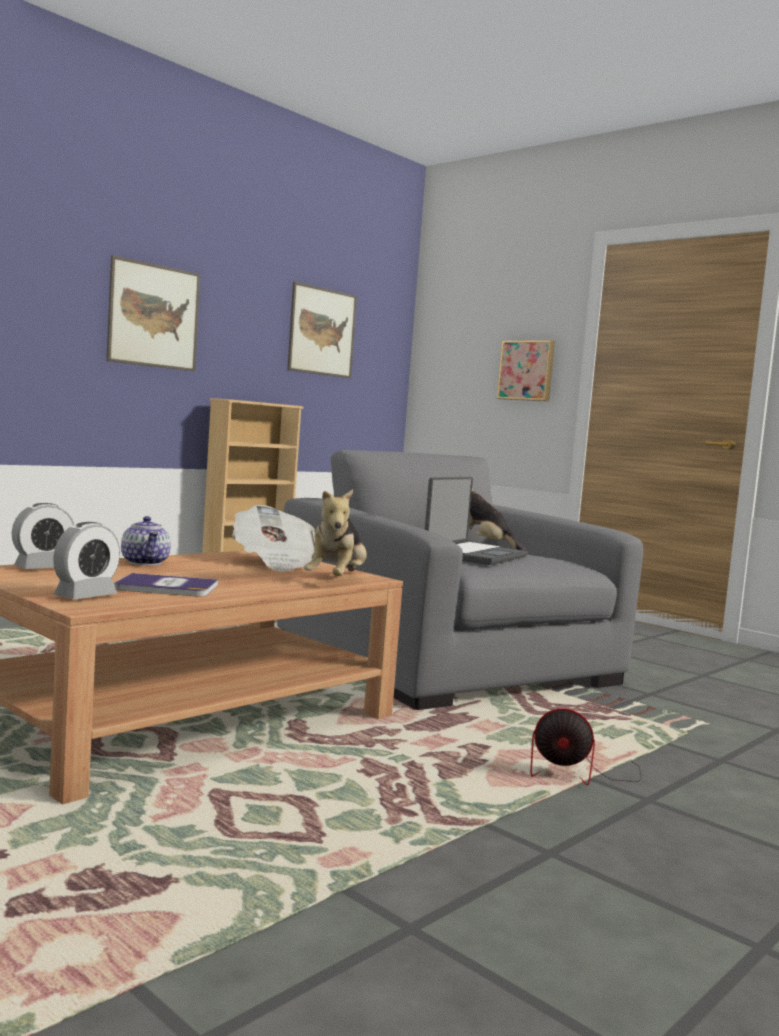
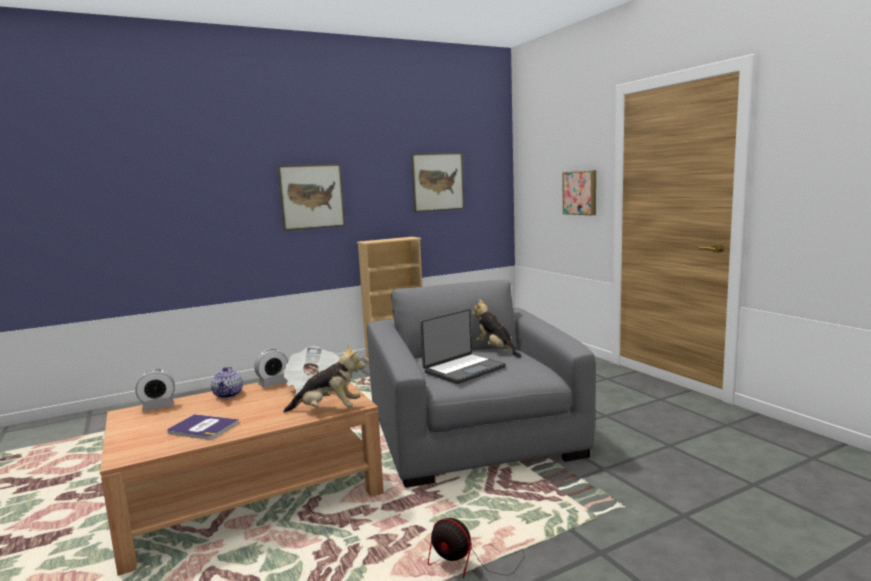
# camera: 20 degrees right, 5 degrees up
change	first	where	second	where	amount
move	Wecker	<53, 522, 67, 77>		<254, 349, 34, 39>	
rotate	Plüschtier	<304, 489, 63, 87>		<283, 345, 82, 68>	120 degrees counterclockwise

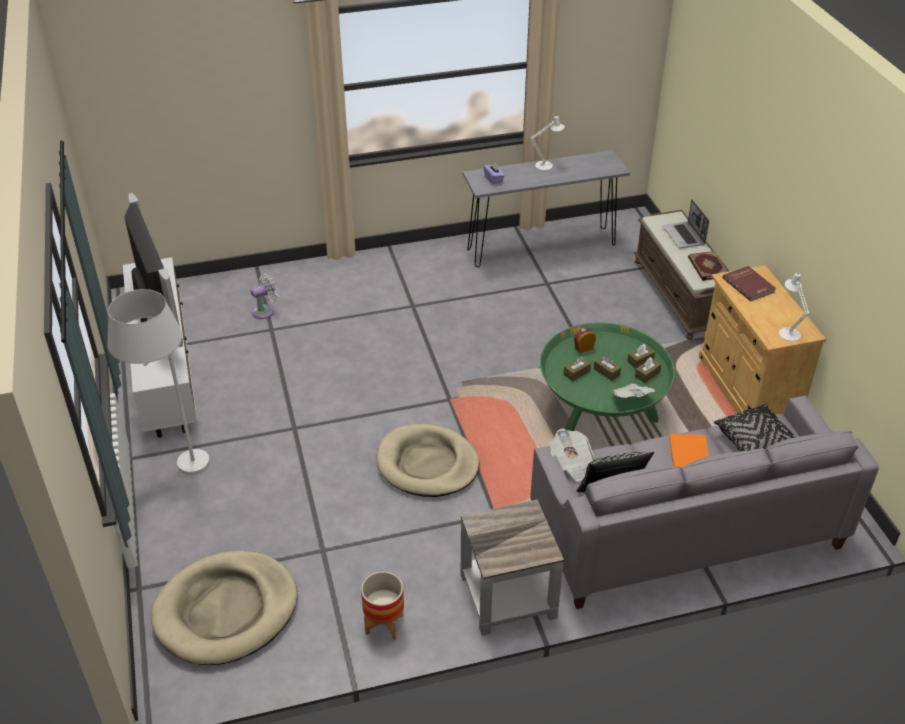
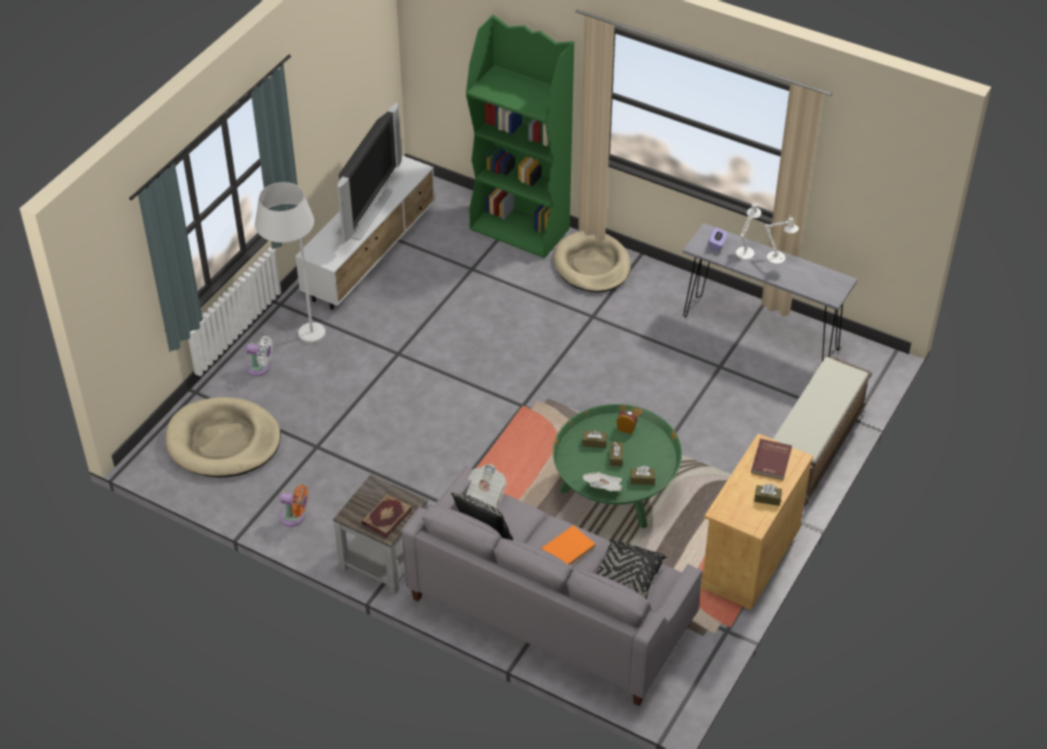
# camera: 45 degrees right, 5 degrees up
change	first	where	second	where	amount
move	Ventilator/weiß	<251, 274, 27, 45>		<246, 336, 26, 40>	
replace	Pflanzkübel	<361, 572, 43, 68>	Ventilator/orange	<279, 484, 29, 43>	
move	Buch	<688, 251, 40, 30>		<361, 493, 51, 45>	
insert			Bücherregal/grün	<466, 15, 108, 243>	
move	Hundebett/beige	<376, 424, 103, 73>		<553, 231, 78, 62>	
move	Tischlampe/weiß	<779, 273, 30, 68>		<736, 203, 25, 56>	
move	Taschentuchbox/braun	<627, 344, 28, 25>		<754, 484, 28, 22>	
delete	Laptop	<663, 199, 46, 49>			

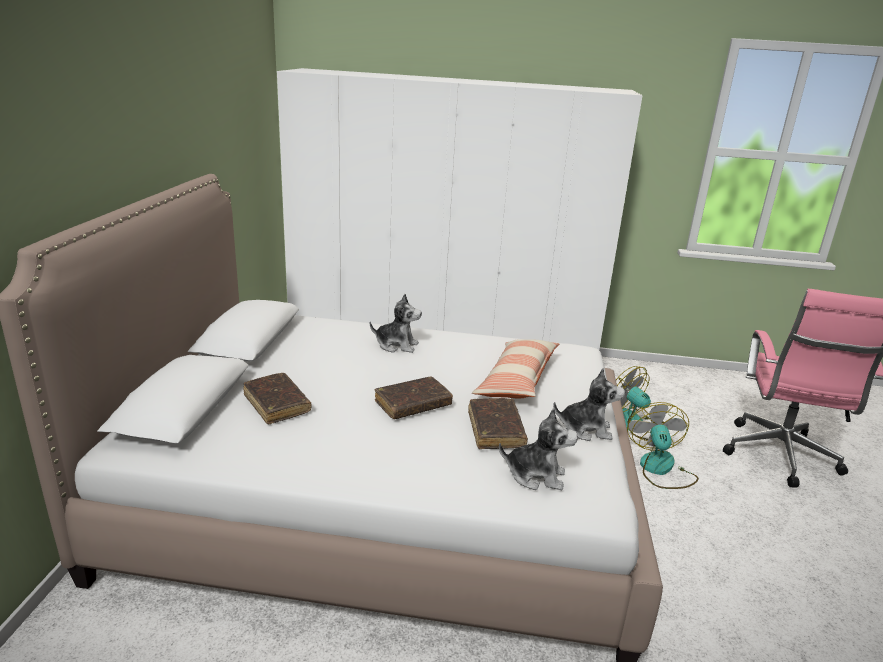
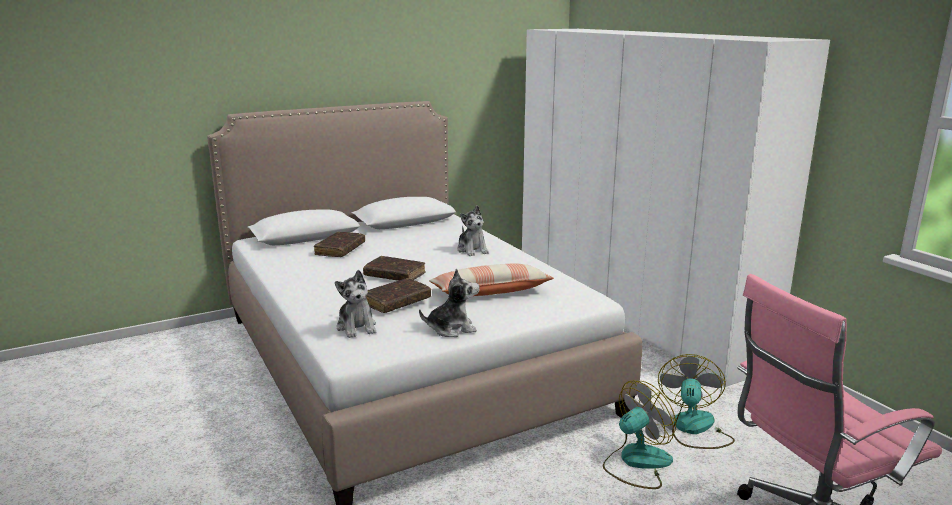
# camera: 55 degrees right, 5 degrees down
change	first	where	second	where	amount
rotate	Plüschtier	<553, 368, 72, 73>		<419, 269, 61, 68>	75 degrees counterclockwise

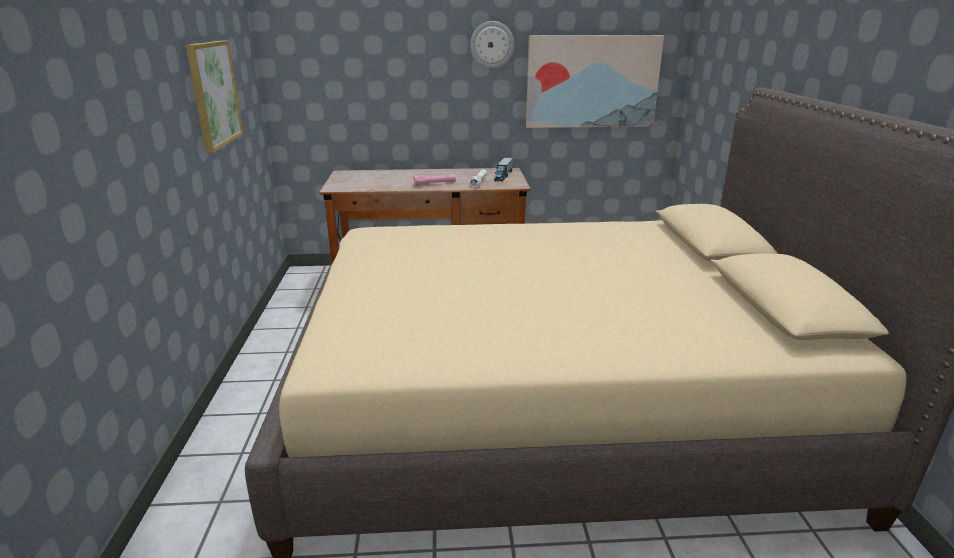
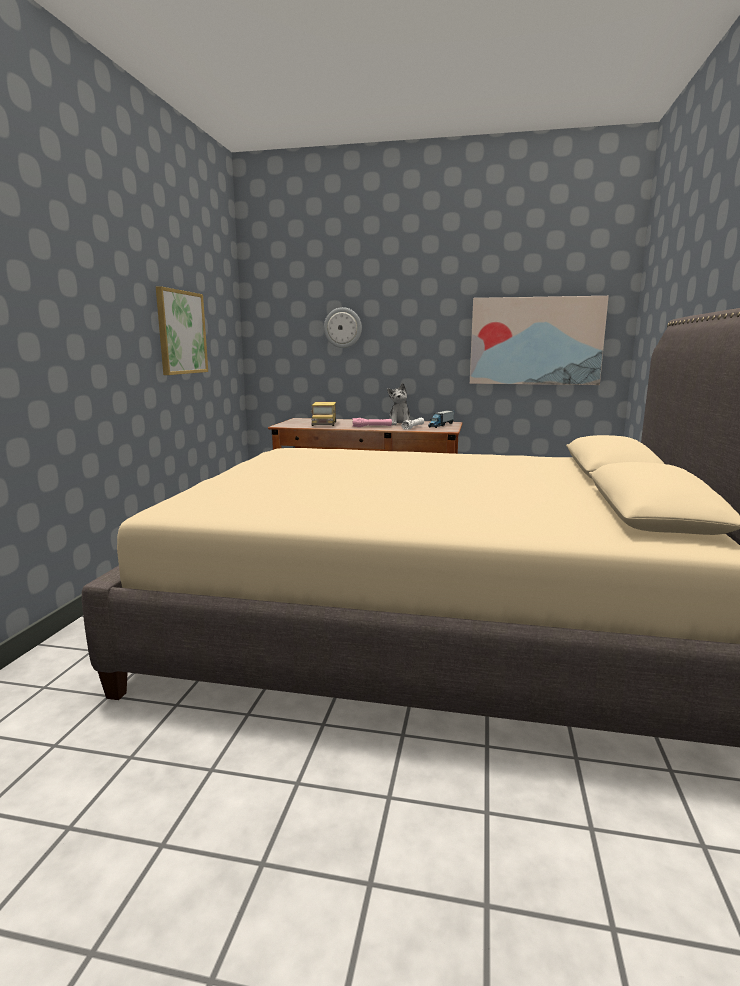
# camera: 15 degrees right, 10 degrees down
change	first	where	second	where	amount
insert			Spielzeuglaster	<311, 402, 25, 24>	
move	Wanduhr	<470, 21, 44, 48>		<324, 307, 38, 41>	
insert			Plüschtier	<387, 383, 23, 42>	

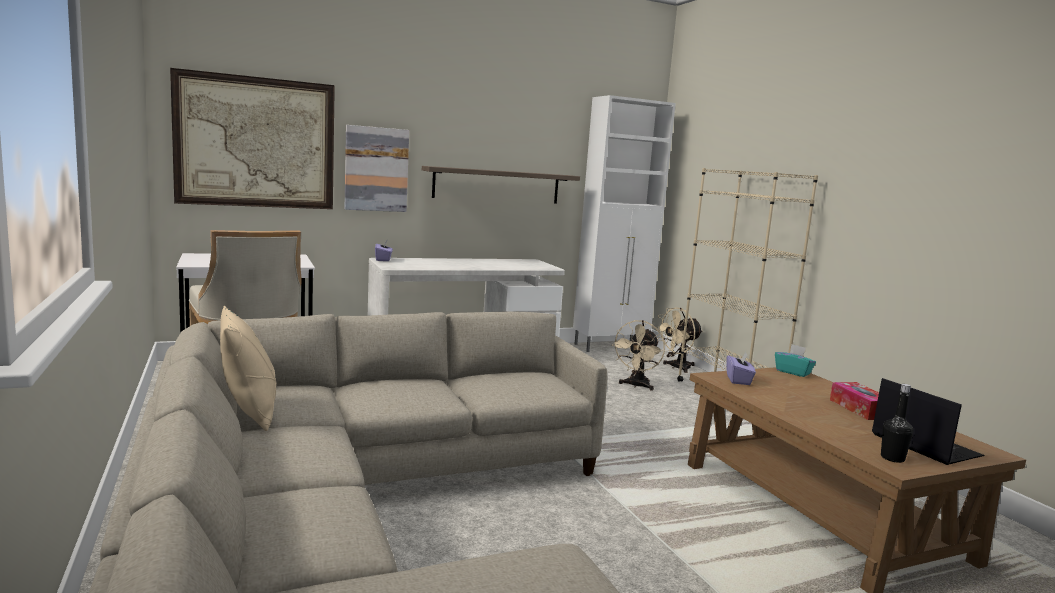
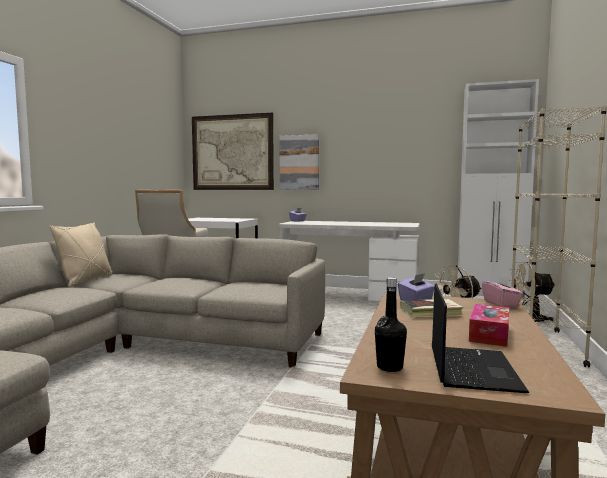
# camera: 40 degrees right, 5 degrees down
change	first	where	second	where	amount
insert			Buch	<401, 299, 62, 19>	
recolor	Taschentuchbox/türkis	<775, 344, 41, 33>	Taschentuchbox/rosa	<482, 274, 41, 33>	
delete	Wandregal	<422, 166, 158, 38>			

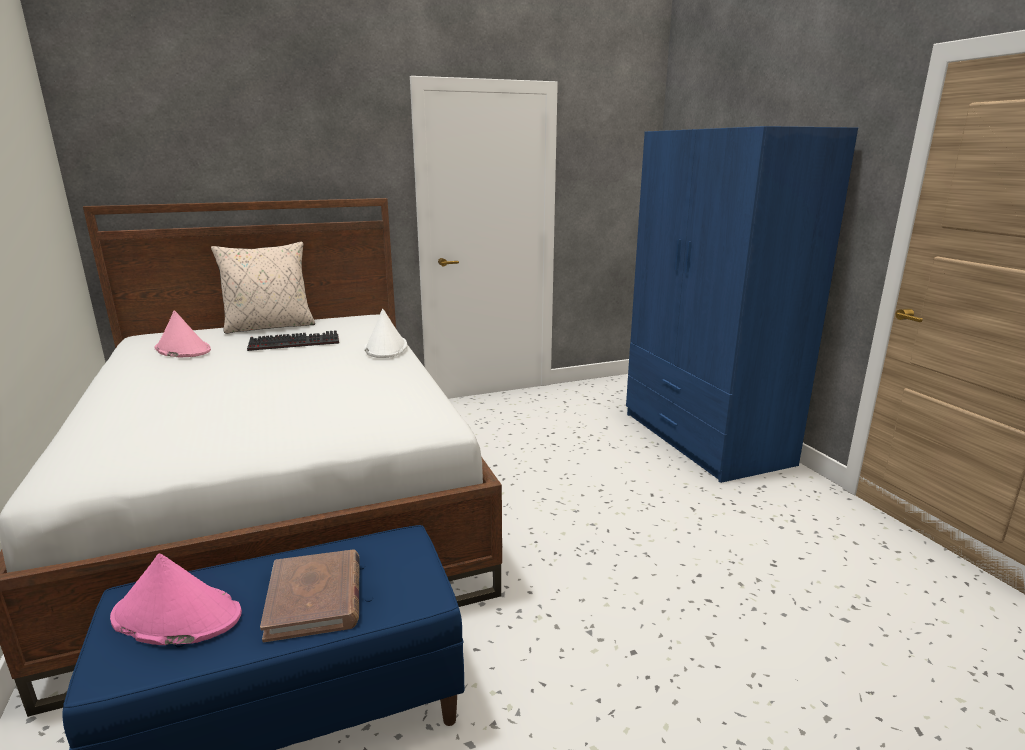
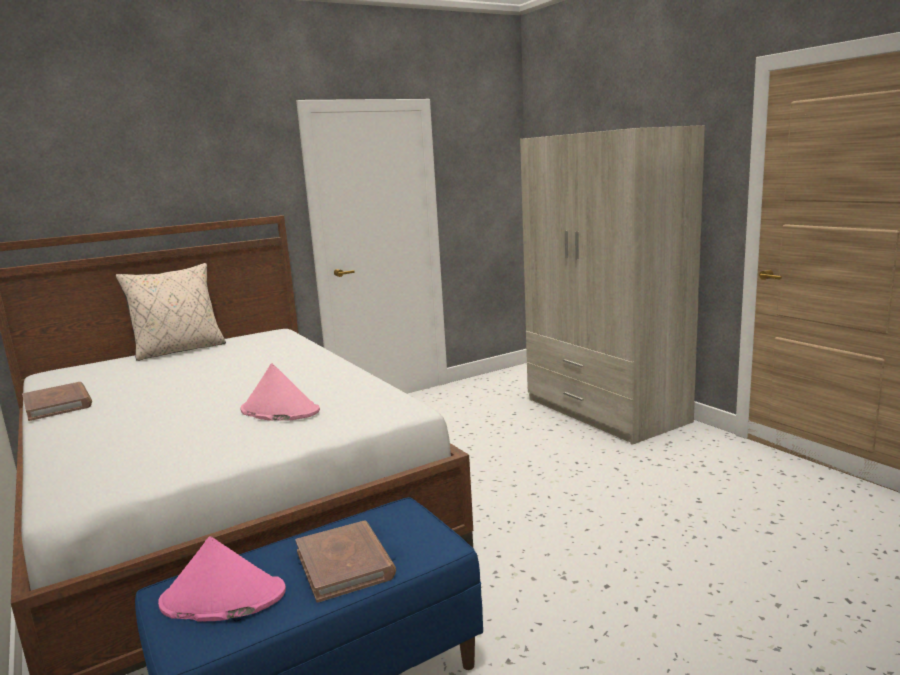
# camera: 10 degrees left, 5 degrees down
change	first	where	second	where	amount
insert			Buch/braun	<22, 382, 70, 39>	
move	Hut/rosa	<155, 311, 56, 46>		<241, 363, 79, 58>	
recolor	Kleiderschrank/blau	<626, 126, 232, 357>	Kleiderschrank/beige	<520, 125, 185, 320>	
delete	Tastatur	<247, 330, 92, 21>			
delete	Hut/weiß	<364, 309, 43, 49>			

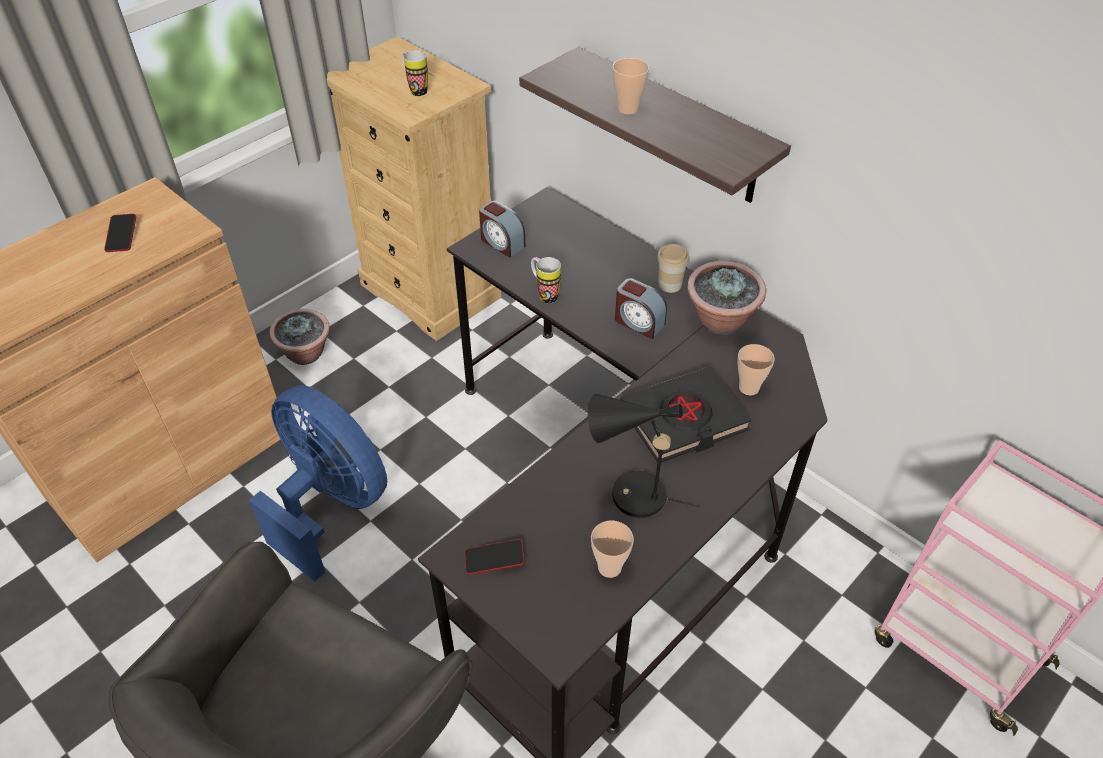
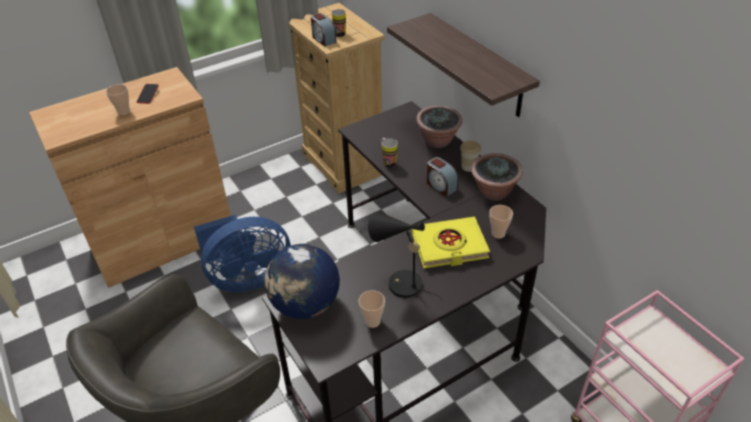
# camera: 15 degrees right, 5 degrees down
change	first	where	second	where	amount
move	Tasse	<612, 58, 37, 57>		<106, 84, 24, 32>	
rotate	Ventilator/blau	<249, 385, 138, 197>		<194, 214, 97, 78>	105 degrees clockwise
replace	Handy	<464, 539, 61, 36>	Globus	<264, 244, 76, 75>	
move	Wecker	<479, 201, 46, 57>		<311, 13, 25, 34>	
recolor	Buch/schwarz	<620, 367, 132, 96>	Buch/gelb	<411, 217, 79, 51>	
move	Topfpflanze	<269, 309, 61, 56>		<416, 105, 46, 43>	

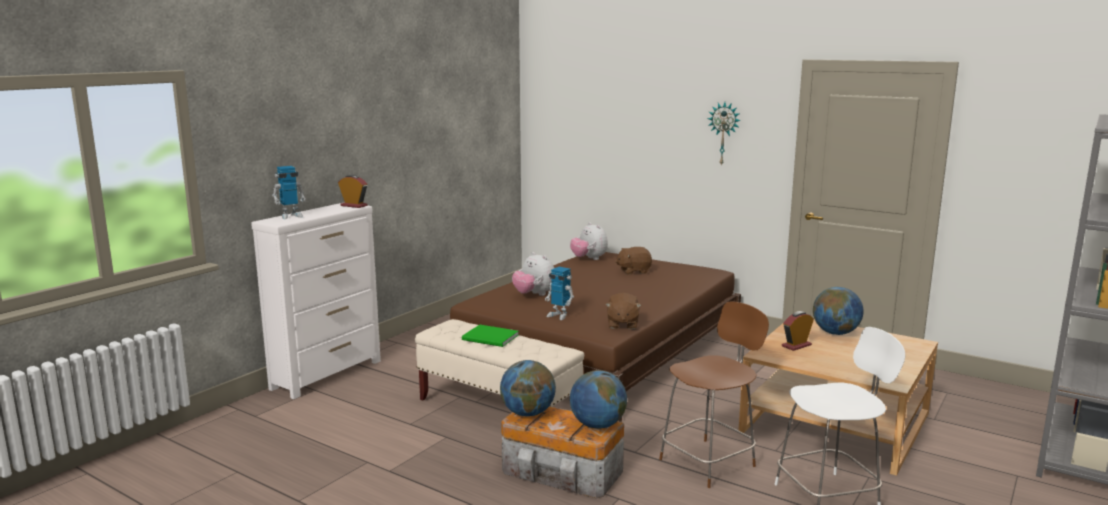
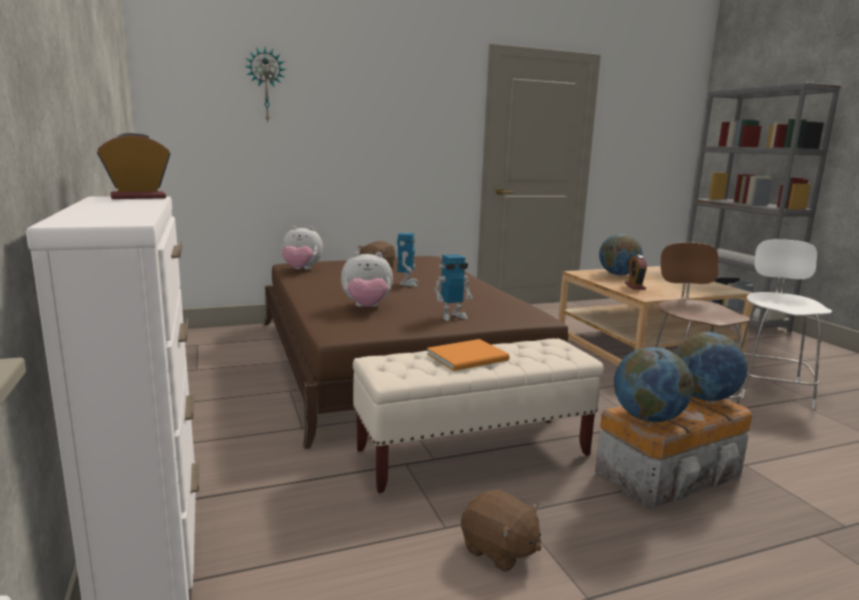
# camera: 55 degrees left, 0 degrees up
change	first	where	second	where	amount
move	Wanduhr	<707, 102, 34, 64>		<245, 47, 41, 75>	
move	Spielzeugroboter	<272, 166, 34, 53>		<397, 233, 22, 54>	
recolor	Buch/grün	<462, 325, 57, 22>	Buch/orange	<427, 339, 83, 32>	
move	Plüschtier/braun	<605, 293, 37, 36>		<461, 490, 80, 82>	

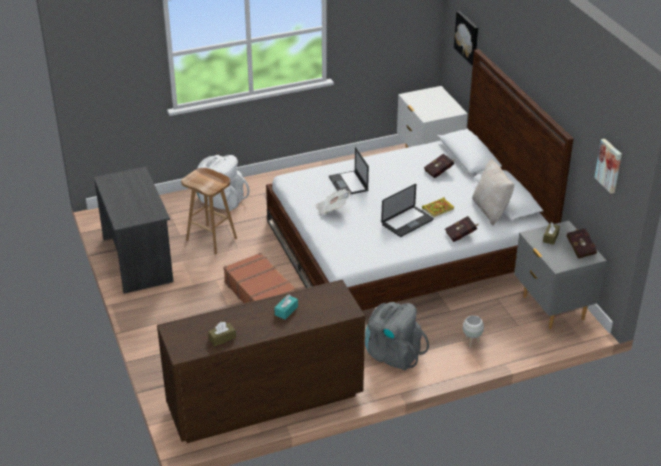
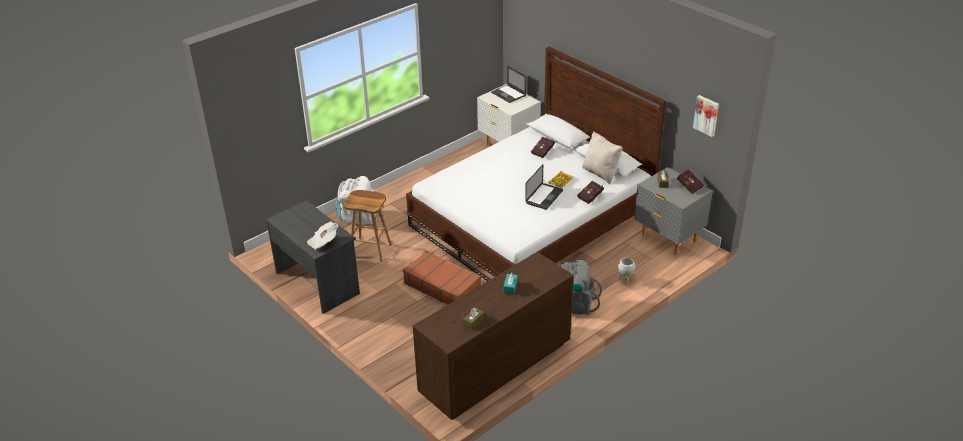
# camera: 20 degrees left, 0 degrees up
change	first	where	second	where	amount
move	Zeitung	<316, 189, 35, 26>		<307, 222, 31, 28>	
move	Laptop	<329, 147, 40, 47>		<491, 66, 35, 37>	
delete	Bild	<454, 11, 24, 54>			

